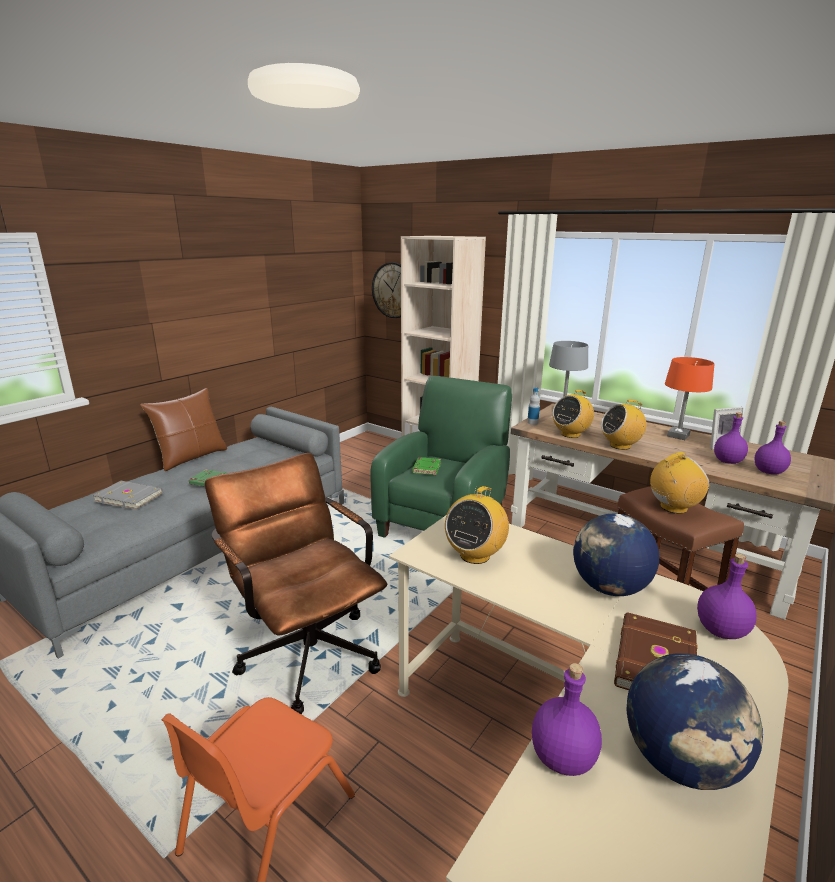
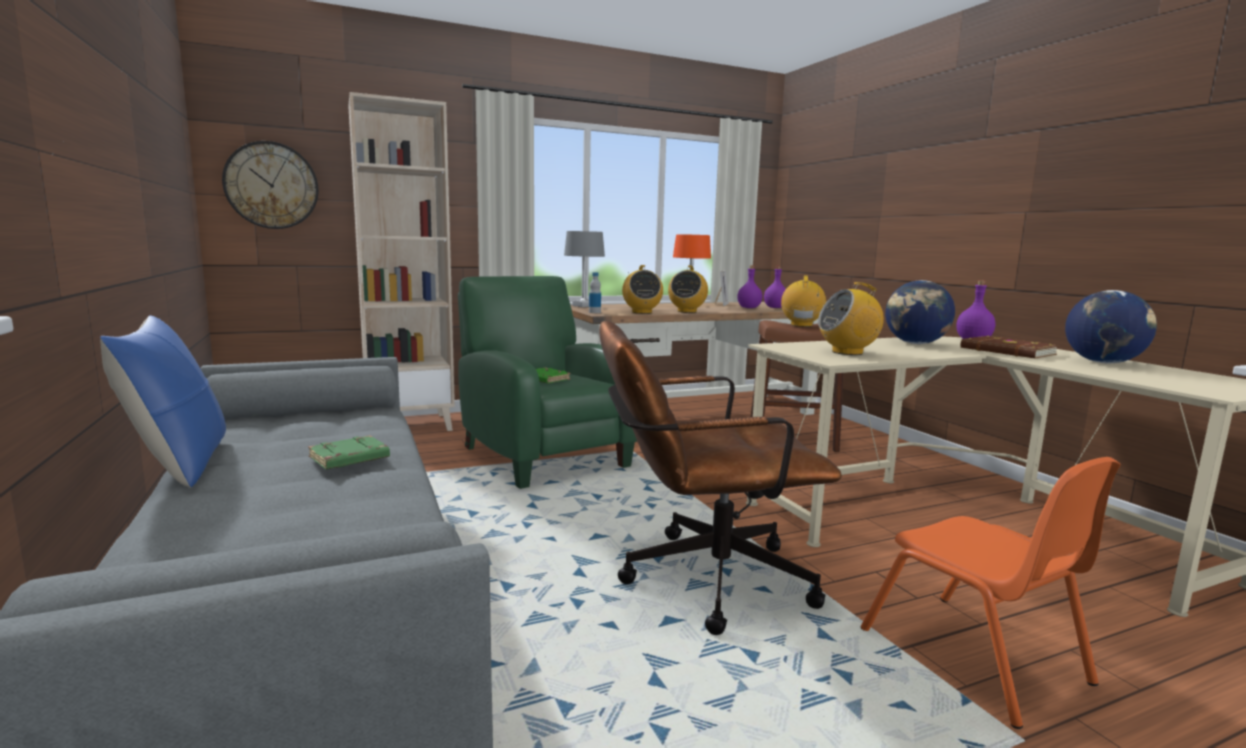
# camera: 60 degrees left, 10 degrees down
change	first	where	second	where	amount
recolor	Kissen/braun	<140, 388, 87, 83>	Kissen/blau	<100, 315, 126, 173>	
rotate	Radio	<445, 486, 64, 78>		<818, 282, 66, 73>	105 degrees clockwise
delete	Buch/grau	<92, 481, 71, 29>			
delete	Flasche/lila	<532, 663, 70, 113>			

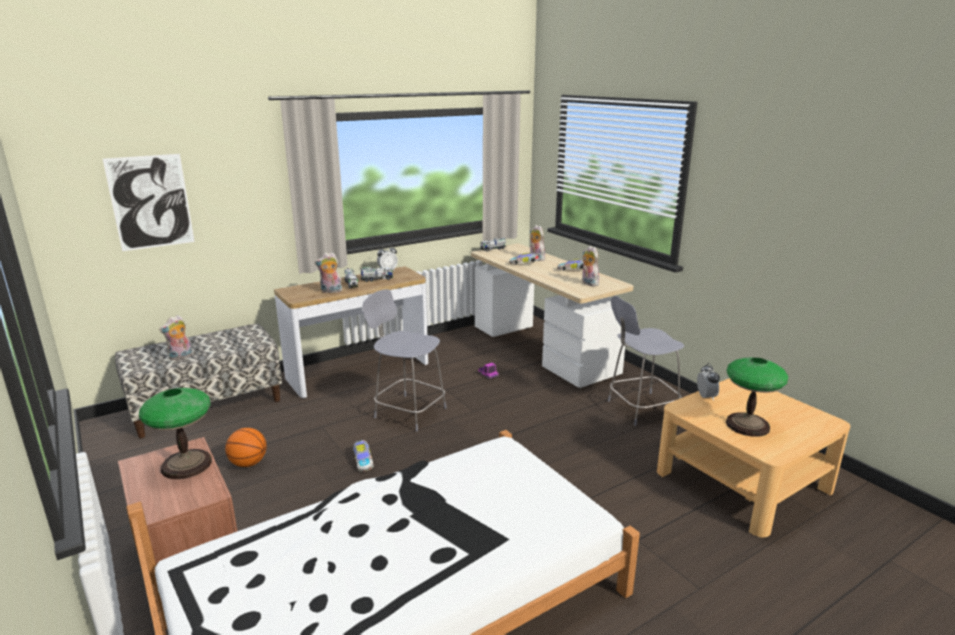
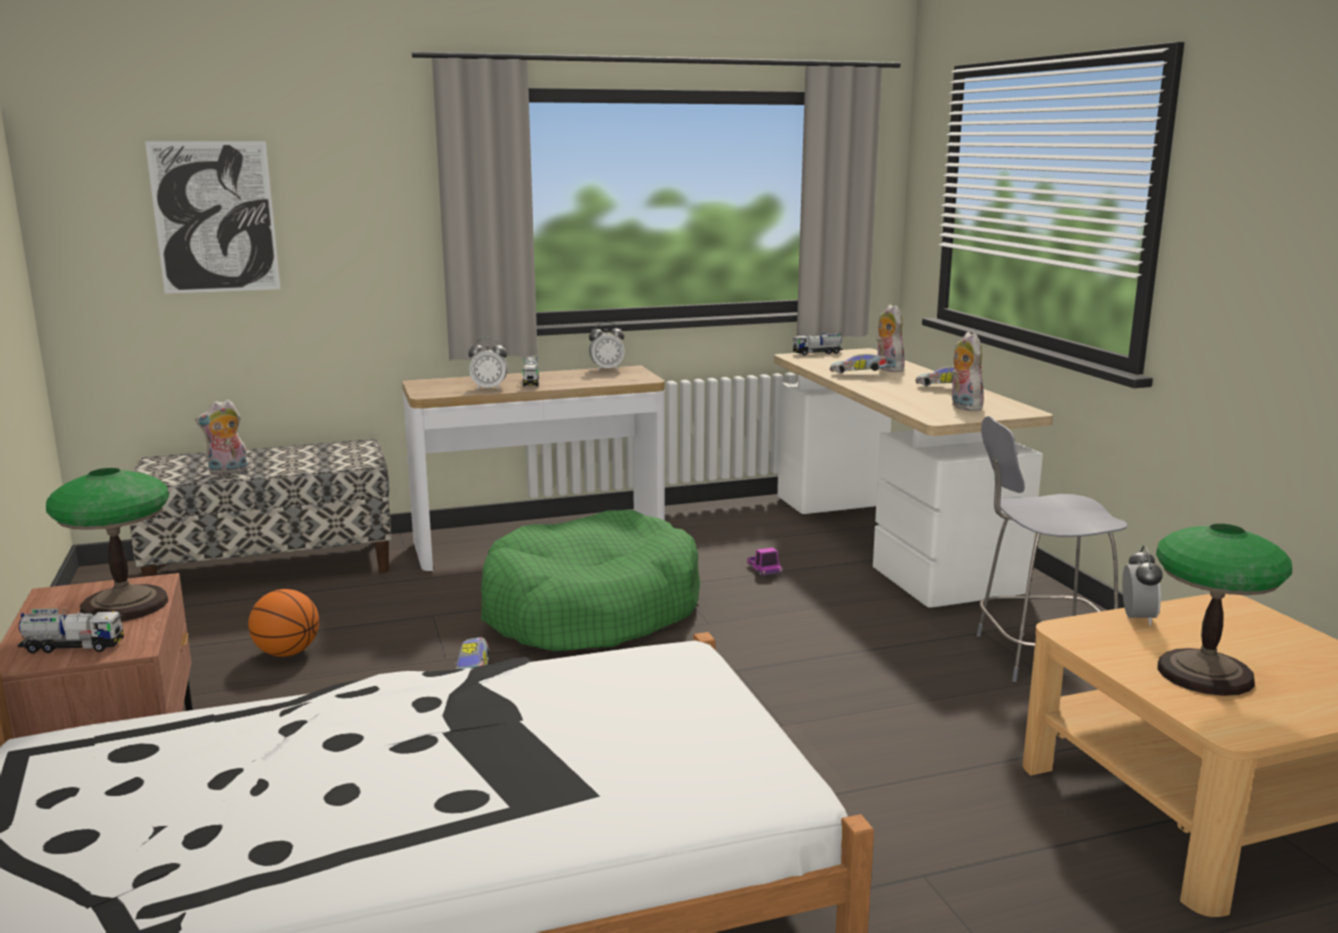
# camera: 15 degrees right, 5 degrees down
change	first	where	second	where	amount
move	Spielzeuglaster	<361, 267, 32, 15>		<17, 608, 107, 46>	
replace	Plüschtier	<315, 252, 27, 41>	Wecker	<468, 338, 40, 52>	
replace	Stuhl/grau	<362, 289, 84, 143>	Hundebett/grün	<481, 510, 219, 142>	

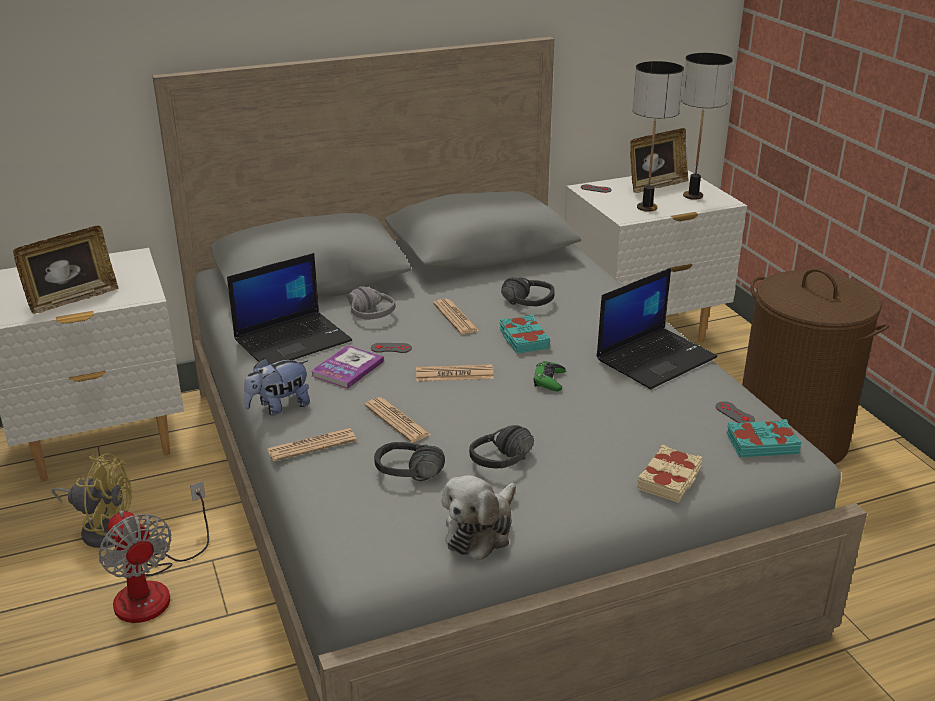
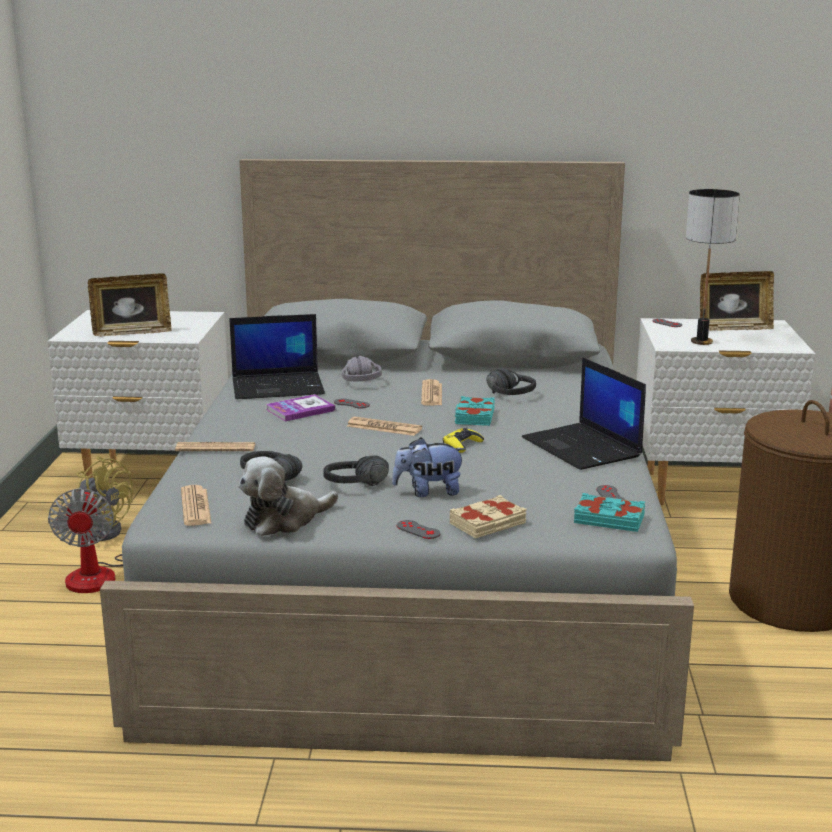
# camera: 25 degrees right, 10 degrees down
change	first	where	second	where	amount
move	Zeitung	<365, 397, 66, 46>		<181, 485, 30, 41>	
move	Plüschtier	<244, 358, 66, 57>		<392, 437, 74, 60>	
insert			Gamepad/grau	<397, 520, 43, 19>	
recolor	Gamepad/grün	<534, 361, 32, 30>	Gamepad/gelb	<443, 428, 41, 25>	
rotate	Laptop	<596, 268, 121, 121>		<522, 357, 124, 113>	75 degrees clockwise
delete	Tischlampe	<681, 53, 52, 147>			

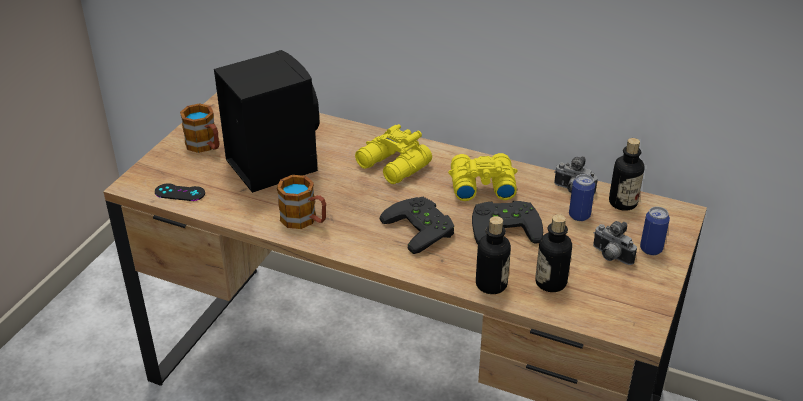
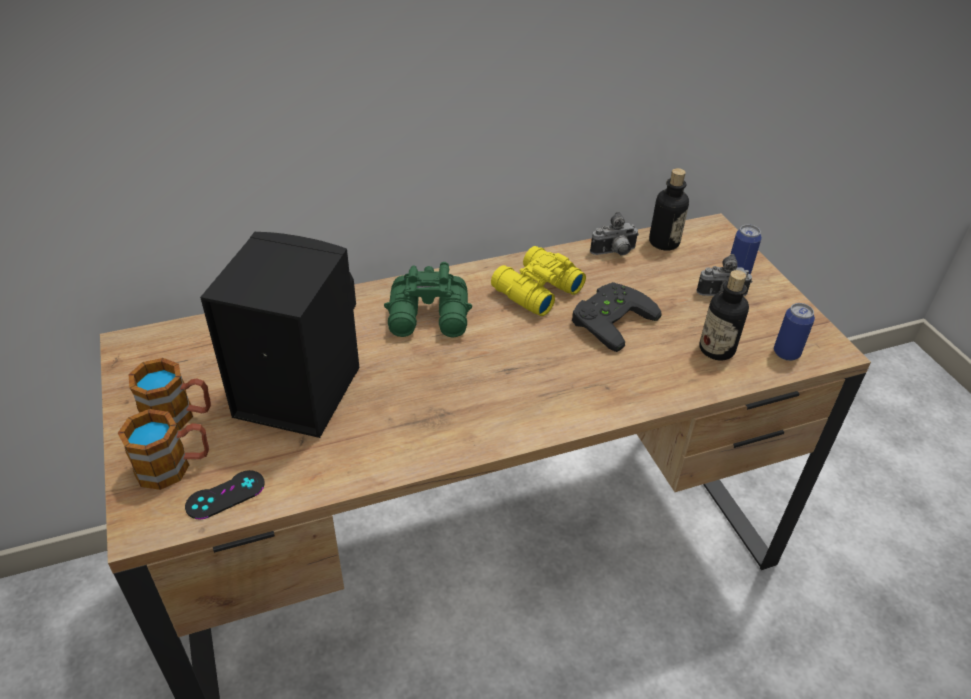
# camera: 45 degrees left, 5 degrees up
change	first	where	second	where	amount
move	Henkelbecher	<277, 175, 49, 54>		<118, 409, 91, 81>	
recolor	Fernglas/gelb	<355, 124, 77, 60>	Fernglas/grün	<384, 262, 88, 75>	
move	Dose	<569, 174, 26, 47>		<774, 303, 41, 58>	
delete	Gamepad/schwarz	<380, 197, 74, 57>			
delete	Flasche	<476, 216, 35, 78>			

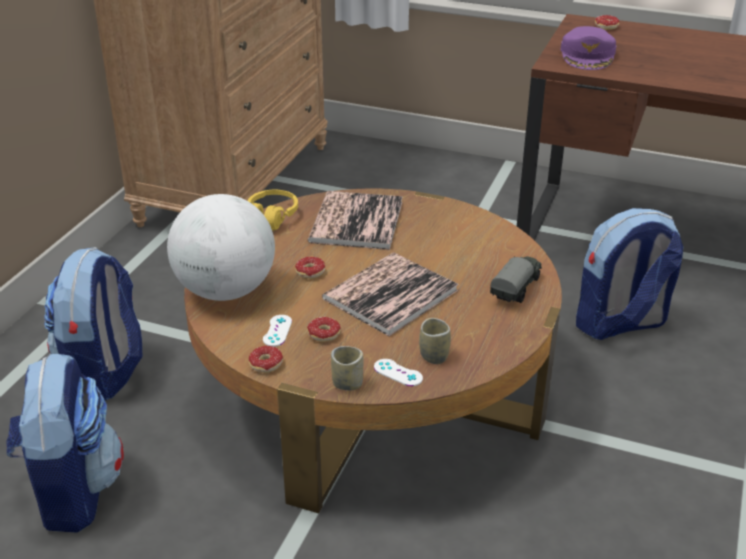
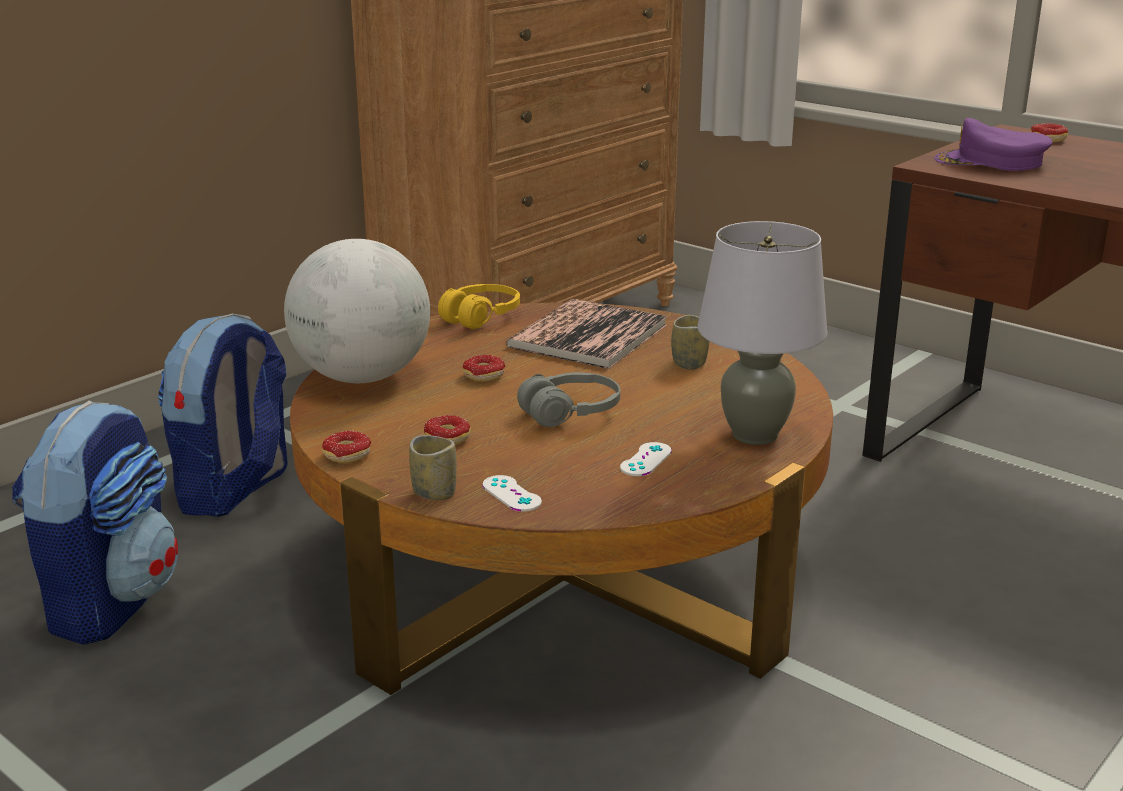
# camera: 20 degrees right, 10 degrees down
change	first	where	second	where	amount
replace	Buch	<322, 252, 137, 84>	Kopfhörer/grau	<517, 372, 103, 55>	
move	Gamepad/weiß	<263, 315, 29, 32>		<620, 442, 52, 34>	
move	Tasse	<419, 318, 32, 46>		<671, 315, 39, 55>	
replace	Spielzeuglaster	<490, 256, 52, 47>	Tischlampe/grau	<698, 221, 130, 224>	
rotate	Kappe/lila	<560, 26, 56, 44>		<934, 118, 119, 53>	75 degrees clockwise
delete	Rucksack	<576, 208, 107, 132>			

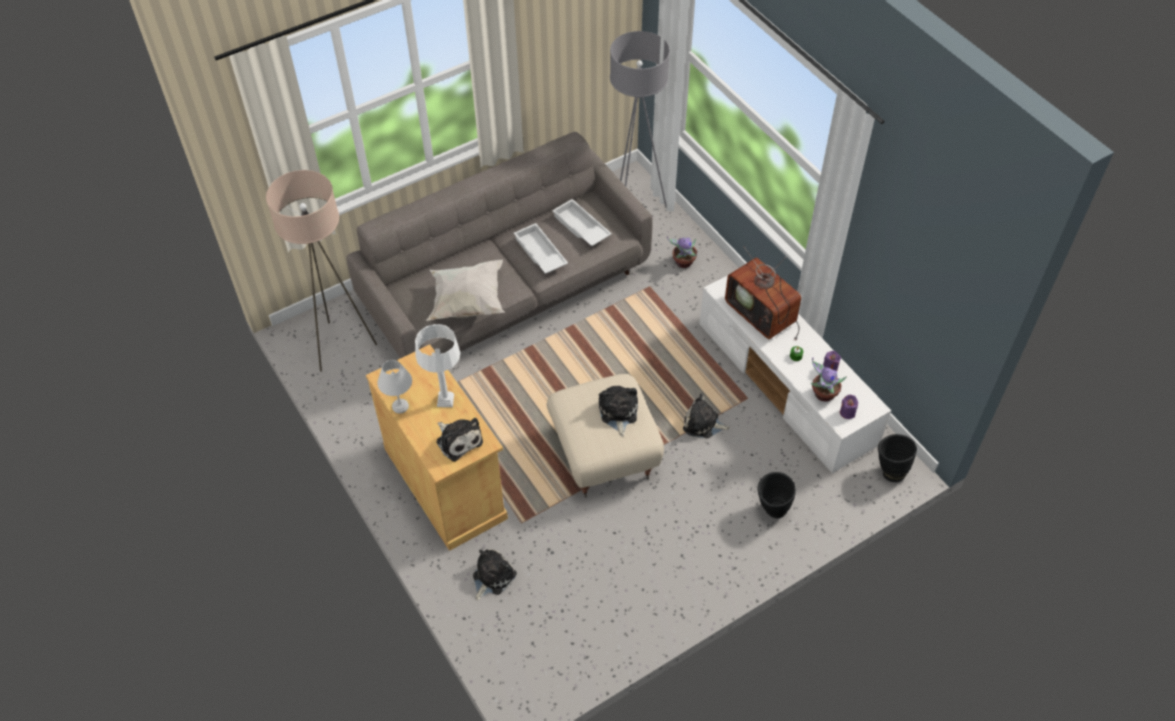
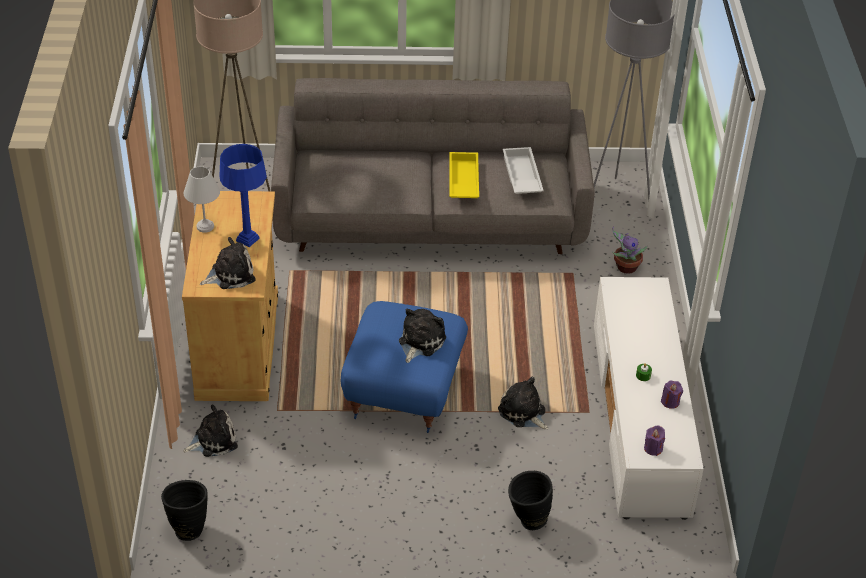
# camera: 30 degrees right, 10 degrees down
change	first	where	second	where	amount
move	Vase/schwarz	<878, 434, 39, 48>		<161, 480, 47, 61>	
rotate	Plüschtier	<436, 418, 47, 44>		<200, 237, 56, 52>	105 degrees counterclockwise
recolor	Tischlampe/weiß	<415, 324, 45, 83>	Tischlampe/blau	<220, 144, 47, 103>	
recolor	Polsterhocker/beige	<546, 374, 118, 124>	Polsterhocker/blau	<341, 301, 127, 132>	
recolor	Tablett/weiß	<514, 223, 54, 51>	Tablett/gelb	<449, 152, 30, 46>	
delete	Kissen/weiß	<426, 260, 79, 61>			
delete	Fernseher	<725, 247, 76, 94>			
delete	Topfpflanze	<810, 357, 37, 45>			

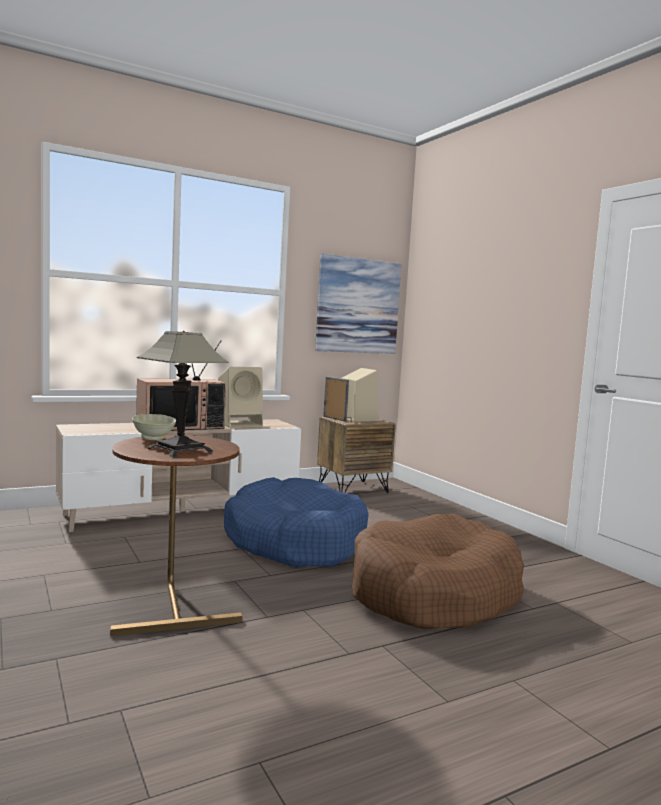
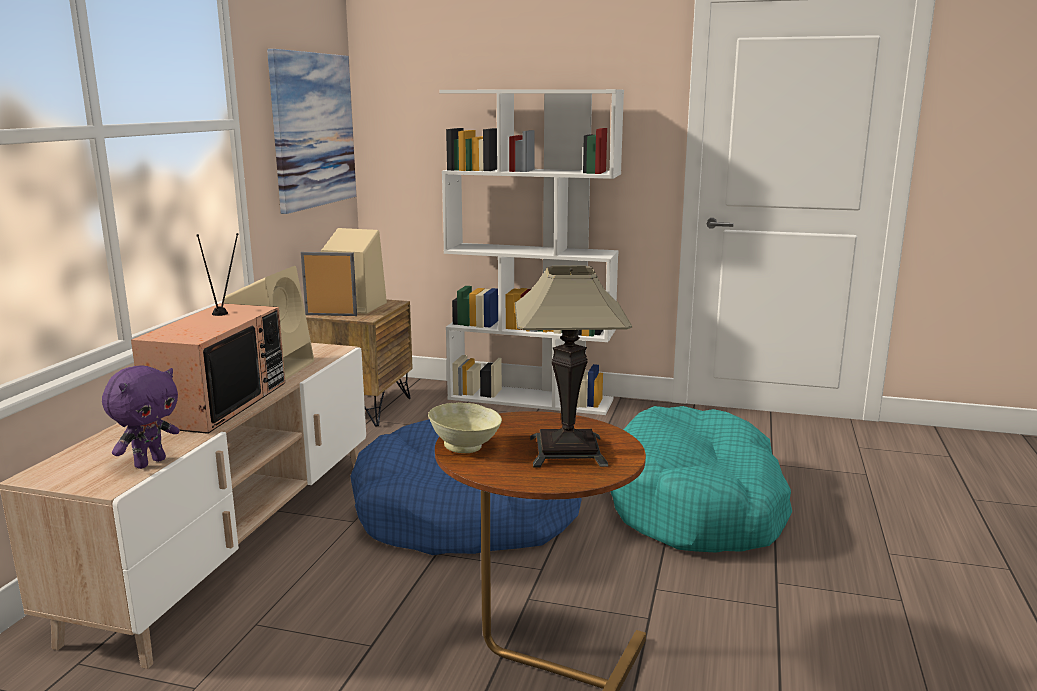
# camera: 45 degrees left, 10 degrees up
change	first	where	second	where	amount
insert			Plüschtier/lila	<102, 365, 78, 104>	
insert			Bücherregal/weiß	<440, 89, 184, 326>	
recolor	Hundebett/braun	<352, 514, 172, 115>	Hundebett/türkis	<610, 406, 182, 147>	

